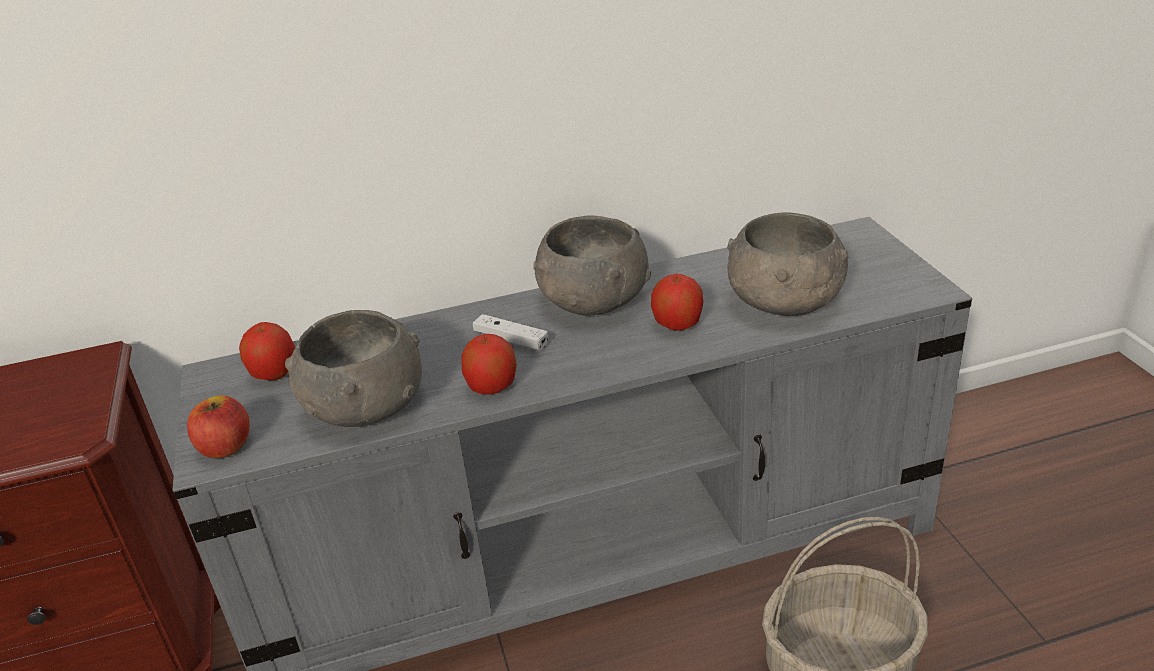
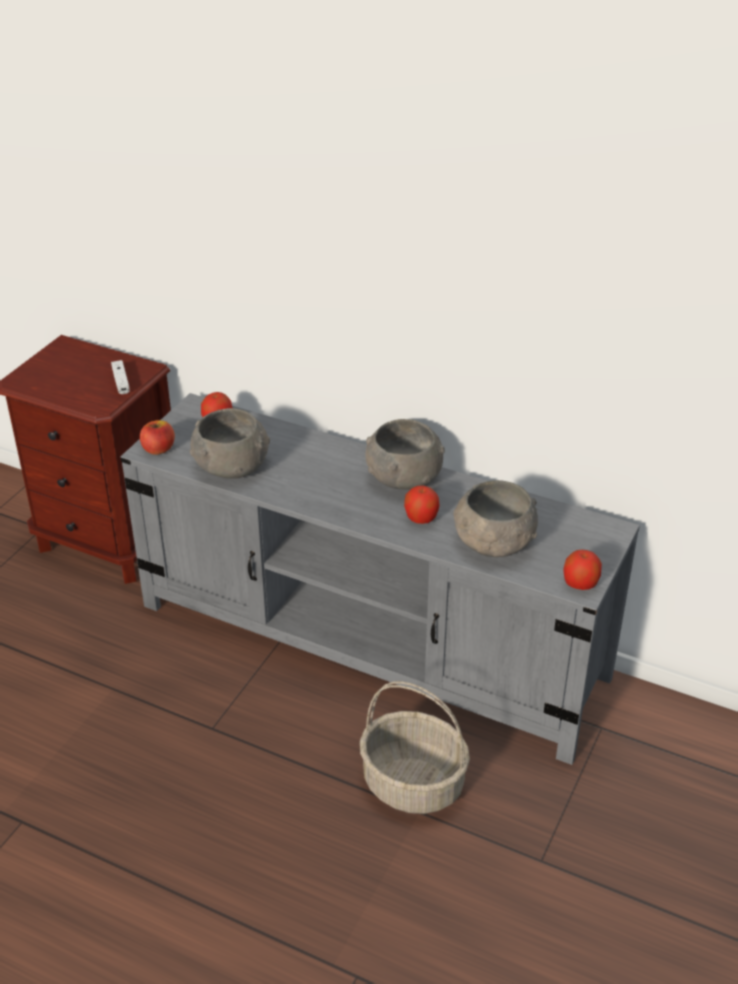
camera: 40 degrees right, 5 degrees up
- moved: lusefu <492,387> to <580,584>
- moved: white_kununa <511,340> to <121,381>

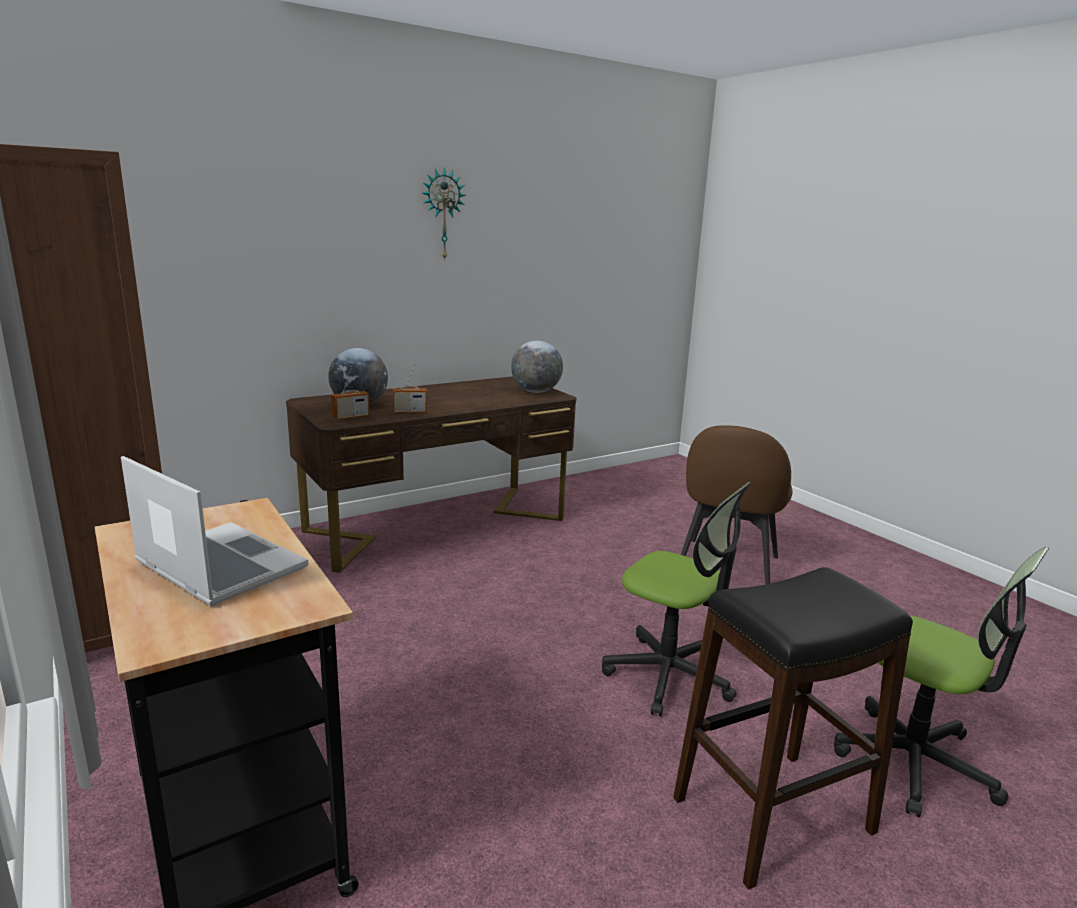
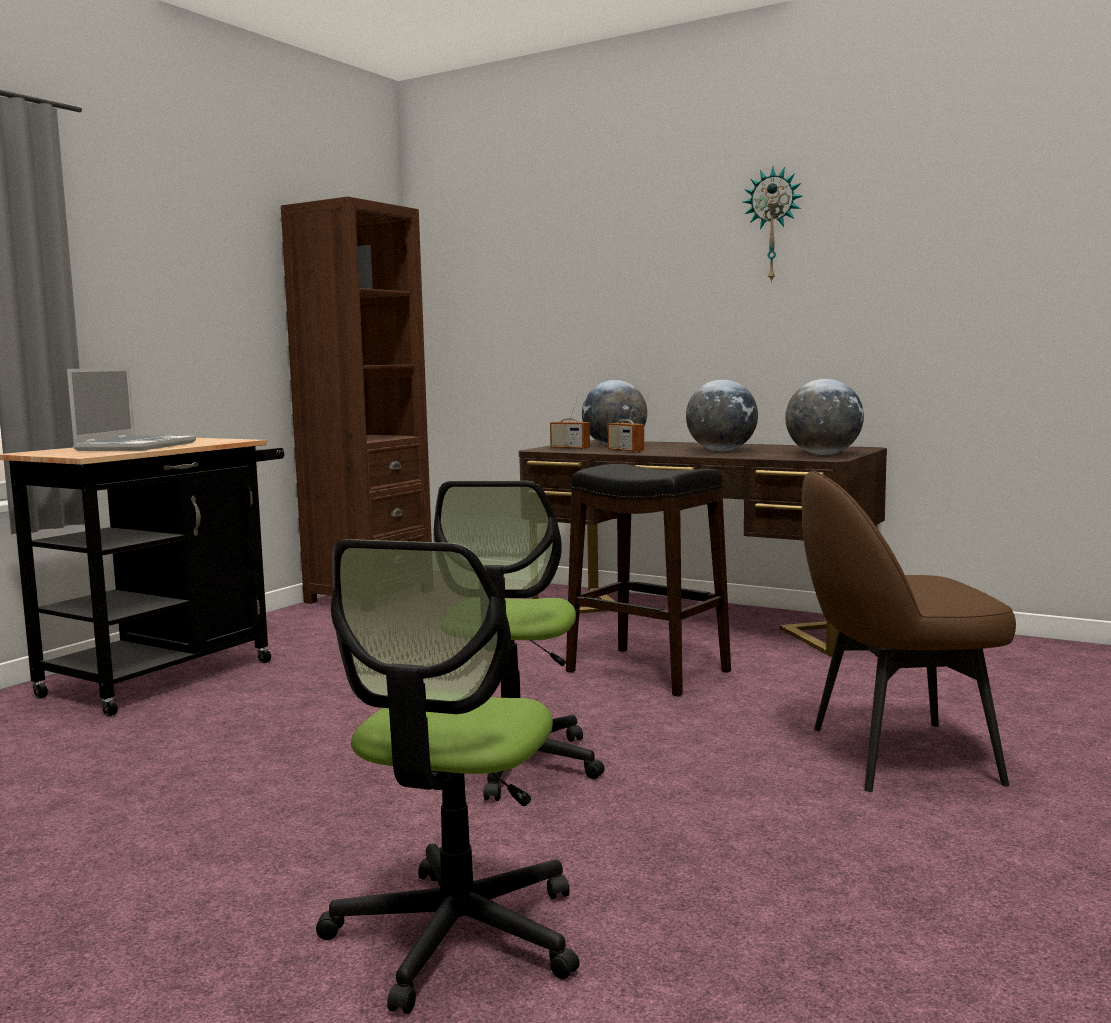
camera: 65 degrees right, 10 degrees down
- added: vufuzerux <721,451>
- moved: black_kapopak <772,816> to <647,671>

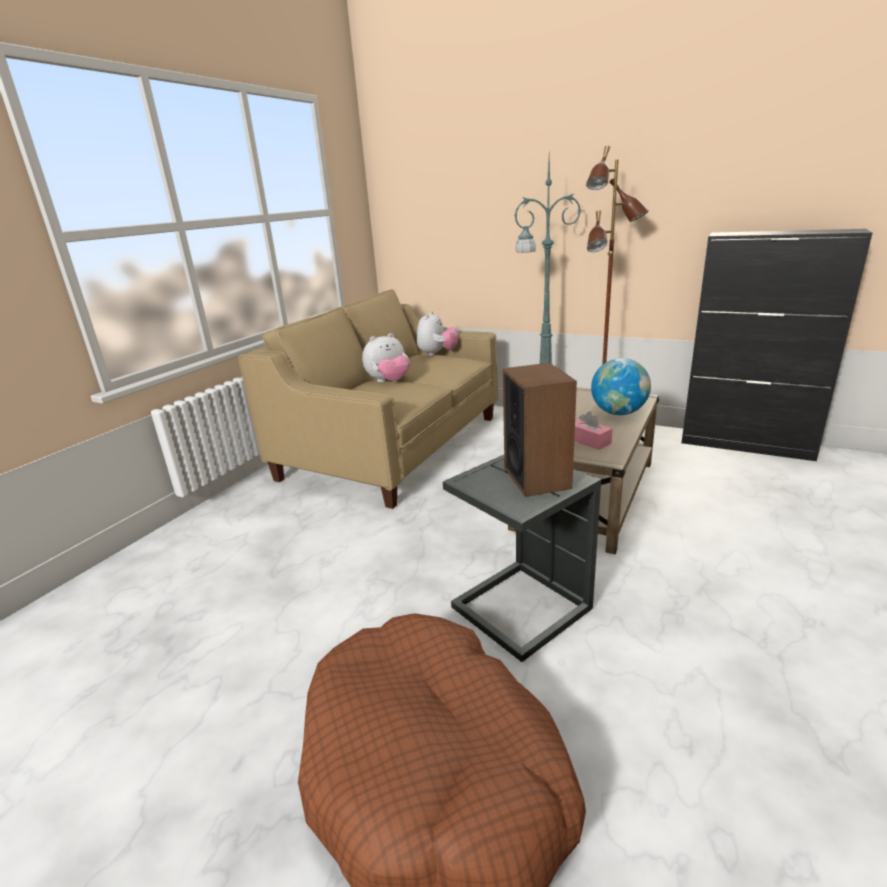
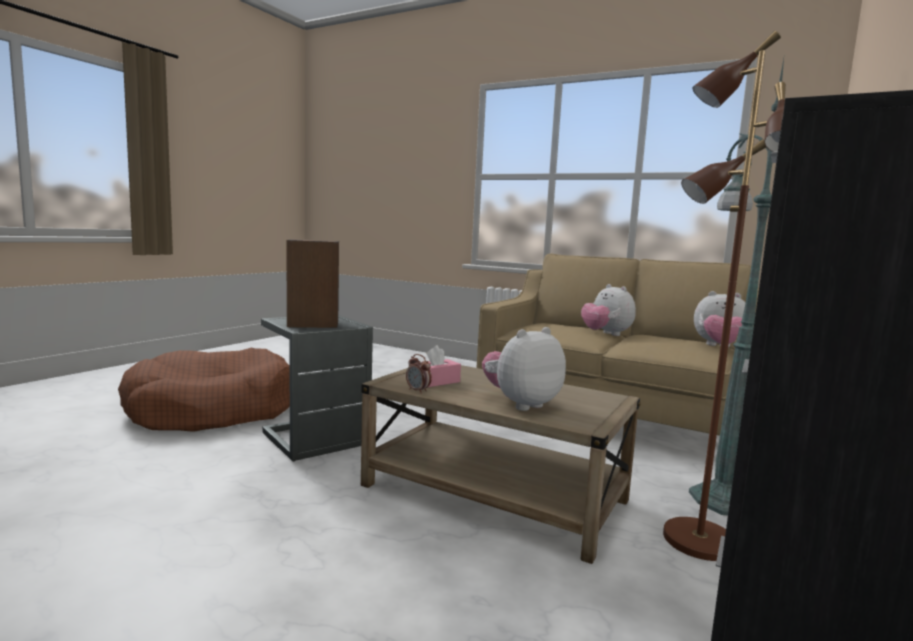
camera: 90 degrees right, 15 degrees down
- added: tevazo <418,391>
- replaced: vufuzerux <618,413> to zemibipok <521,404>

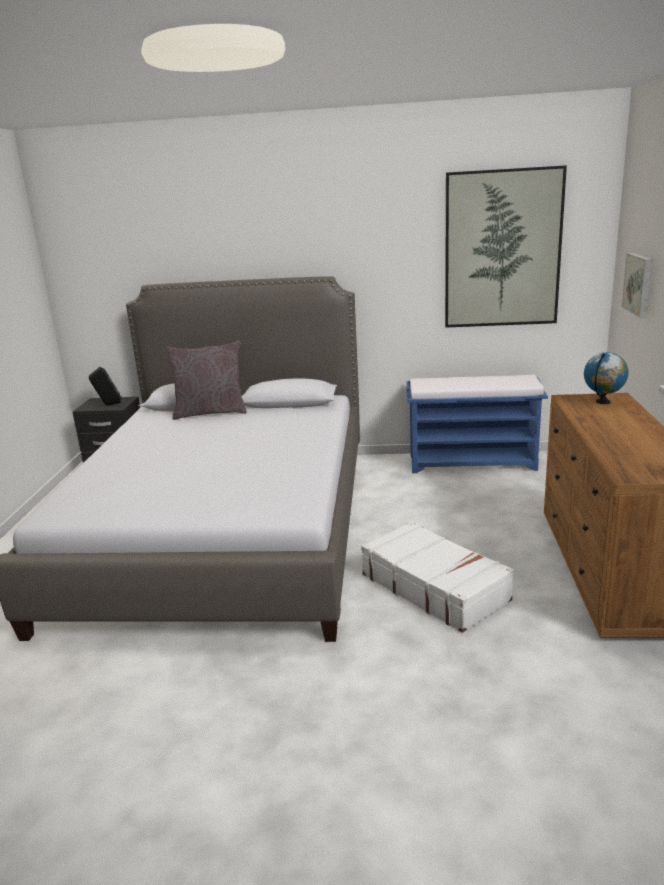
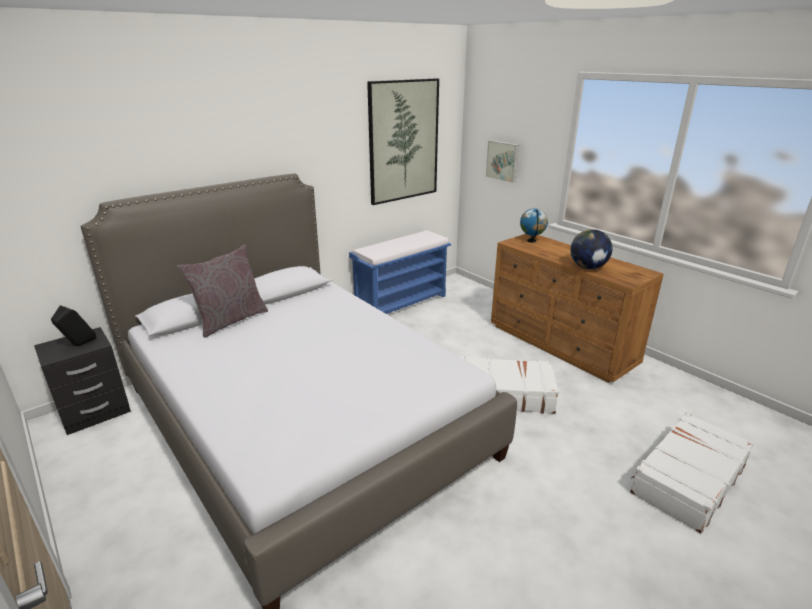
camera: 45 degrees left, 5 degrees up
- added: vufuzerux <588,267>
- added: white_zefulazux <687,479>

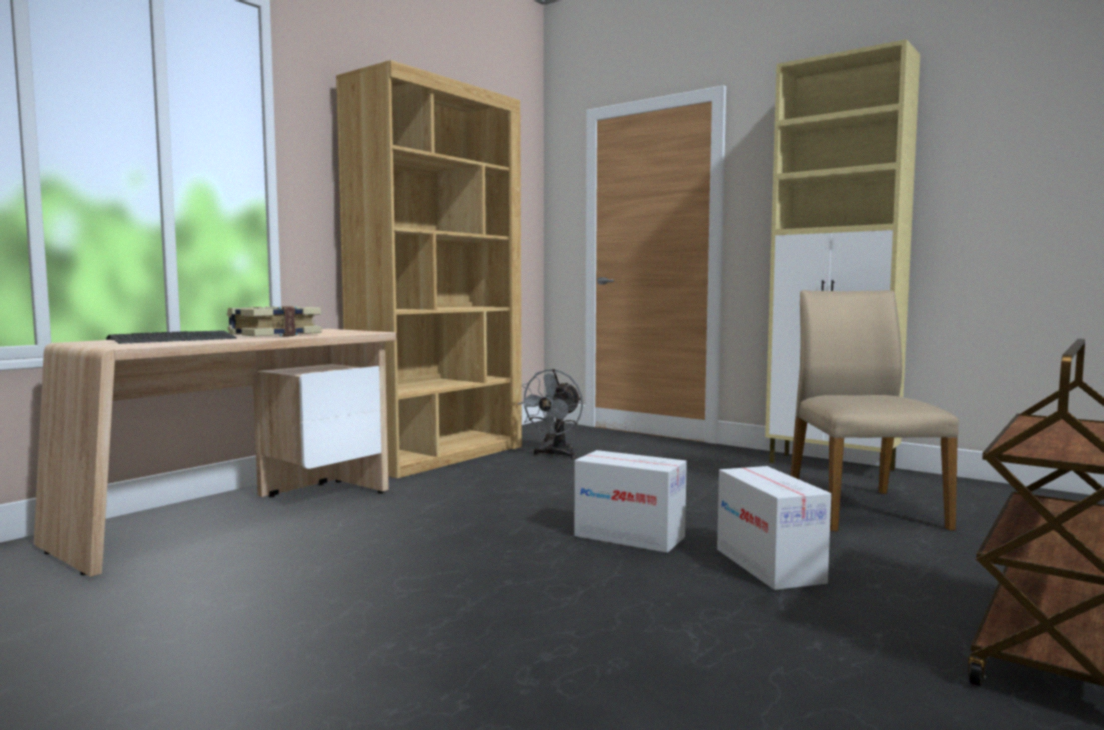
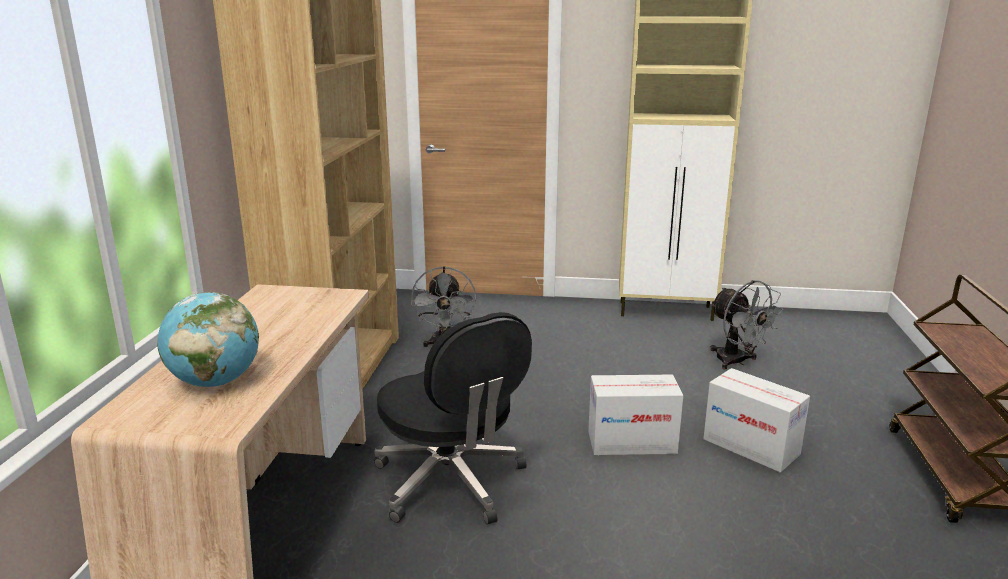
camera: 30 degrees left, 15 degrees up
- removed: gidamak <274,335>
- added: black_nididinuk <451,482>
- replaced: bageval <174,340> to vufuzerux <215,382>
- replaced: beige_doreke <861,509> to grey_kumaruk <736,362>

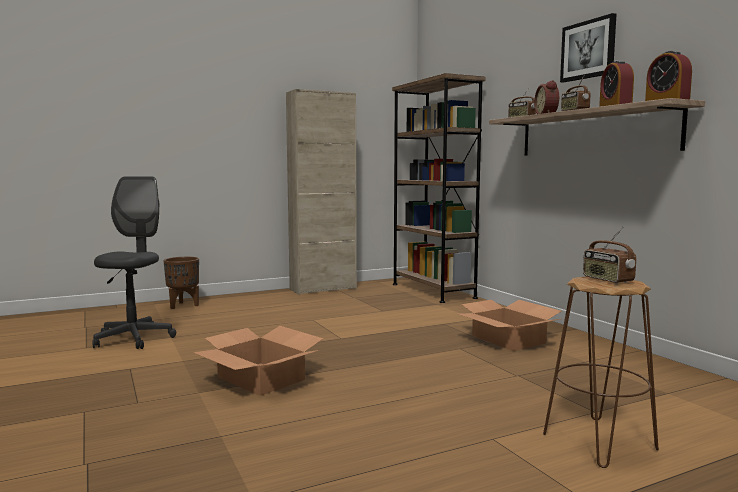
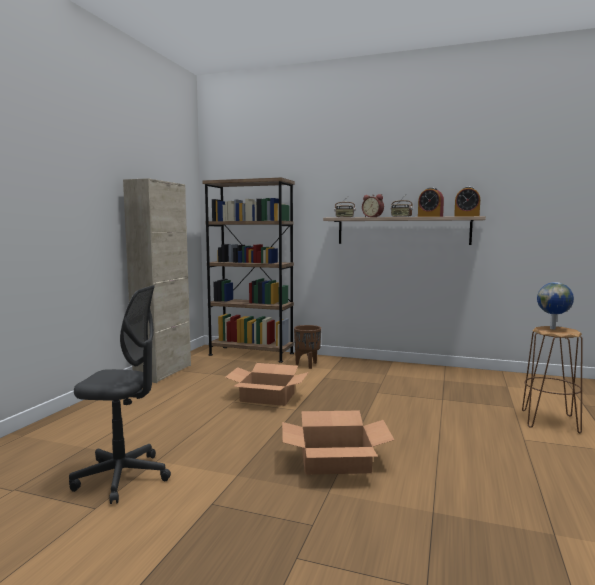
camera: 45 degrees left, 0 degrees up
- removed: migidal <588,50>
- moved: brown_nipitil <183,305> to <307,365>
- moved: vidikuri <508,339> to <267,397>
- replaced: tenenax <607,280> to vufuzerux <553,328>
- turned: grey_nididinuk <133,339> = <122,477> 135 degrees clockwise

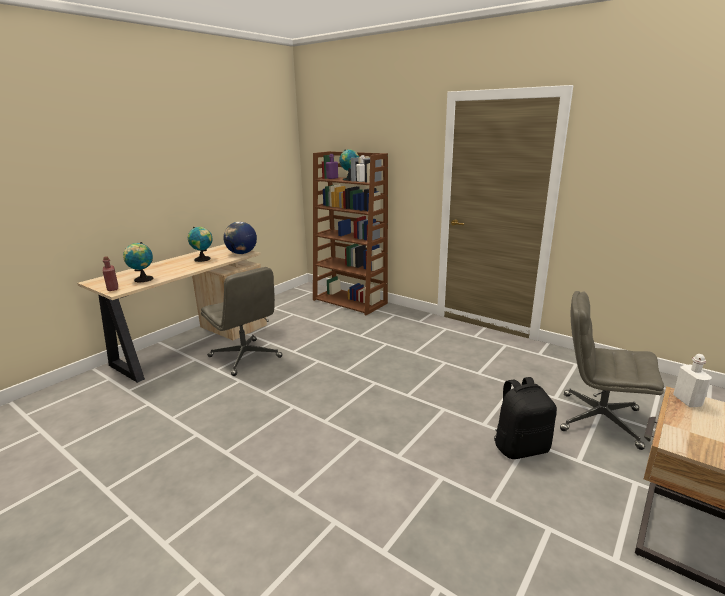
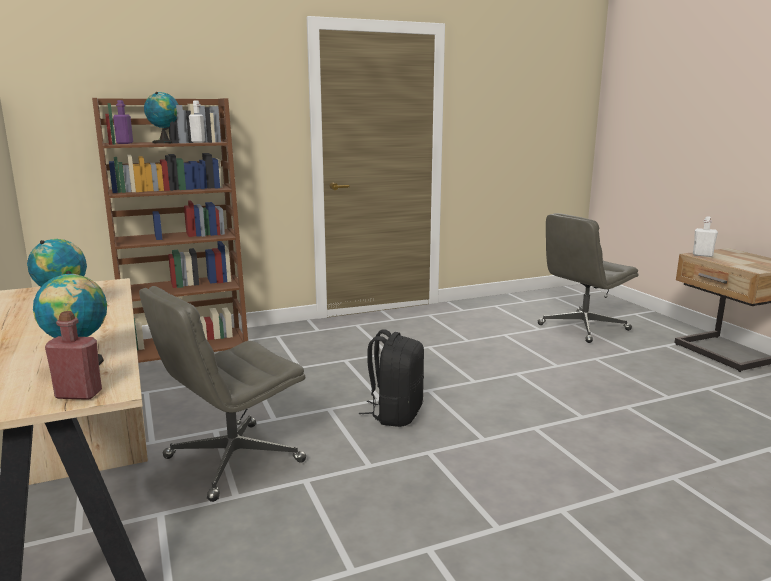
camera: 60 degrees left, 5 degrees down
- removed: vufuzerux <241,253>
- moved: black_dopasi <520,447> to <395,414>
- turned: grey_nididinuk <245,357> = <232,460> 150 degrees clockwise

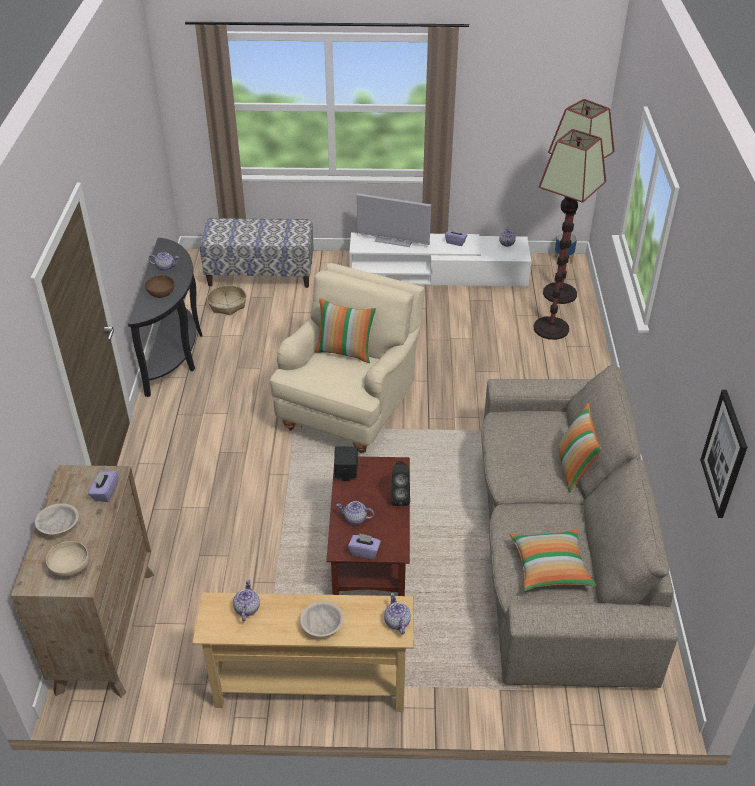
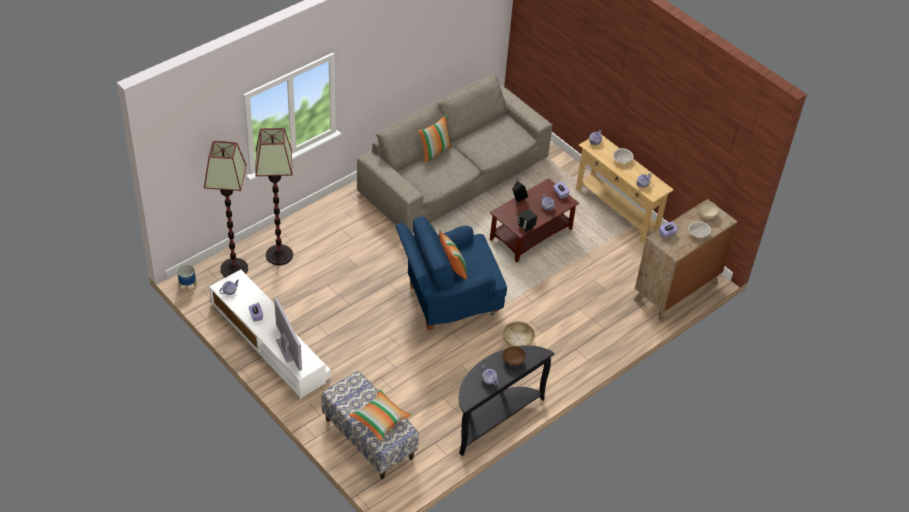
camera: 135 degrees left, 5 degrees up
- removed: migidal <724,454>
- moved: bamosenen <227,305> to <518,339>
- moved: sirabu <550,567> to <380,419>
- recoloured: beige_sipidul <350,408> to blue_sipidul <448,301>

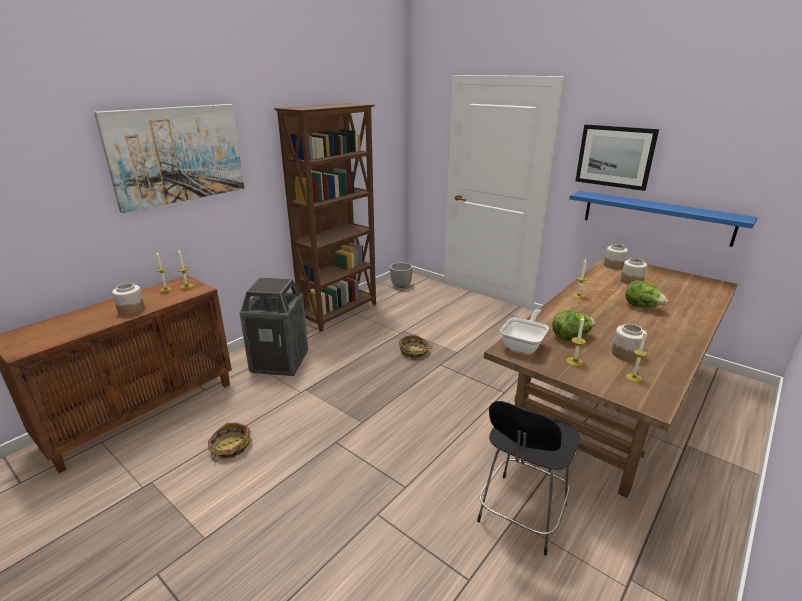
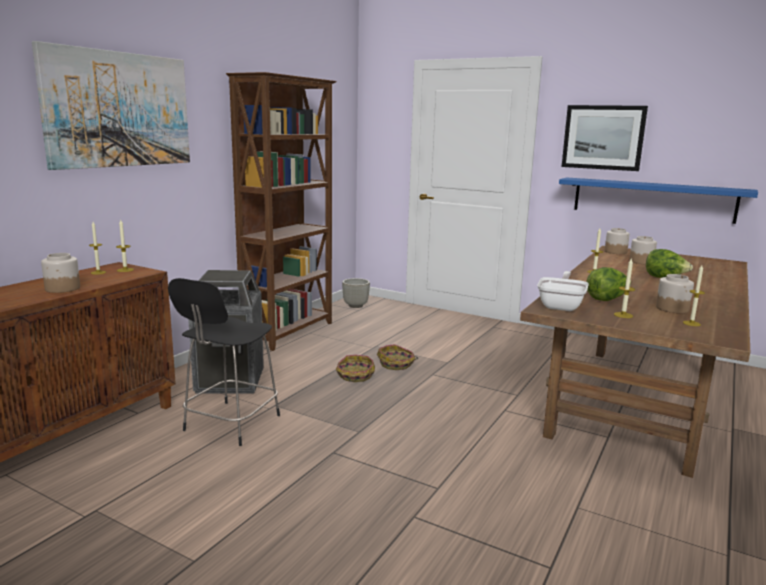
camera: 10 degrees left, 10 degrees down
- moved: bamosenen <230,447> to <355,376>
- moved: black_kapopak <521,515> to <230,424>

